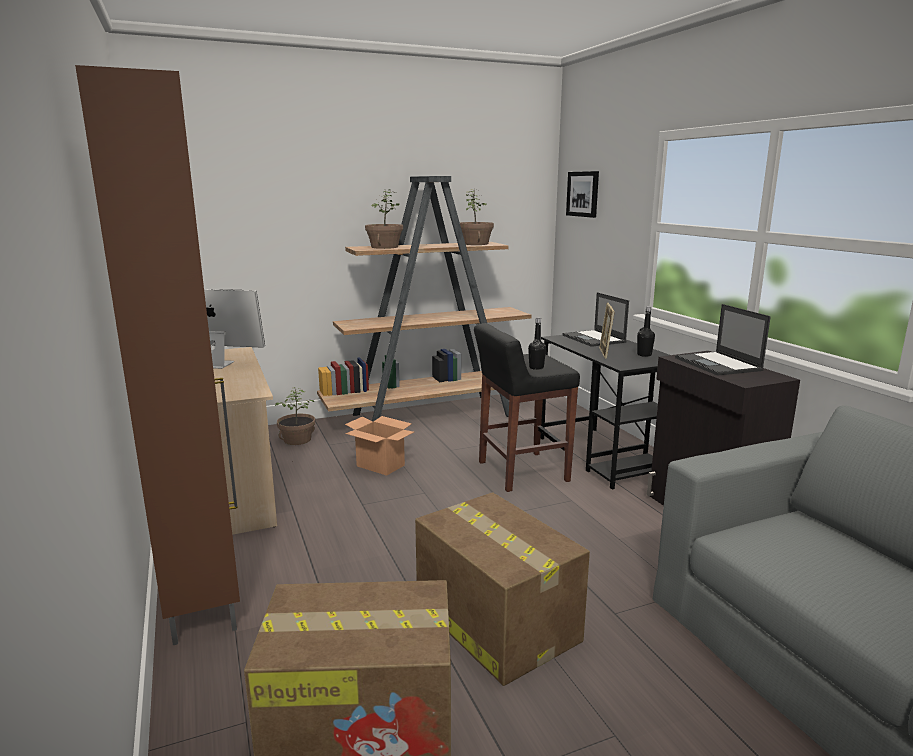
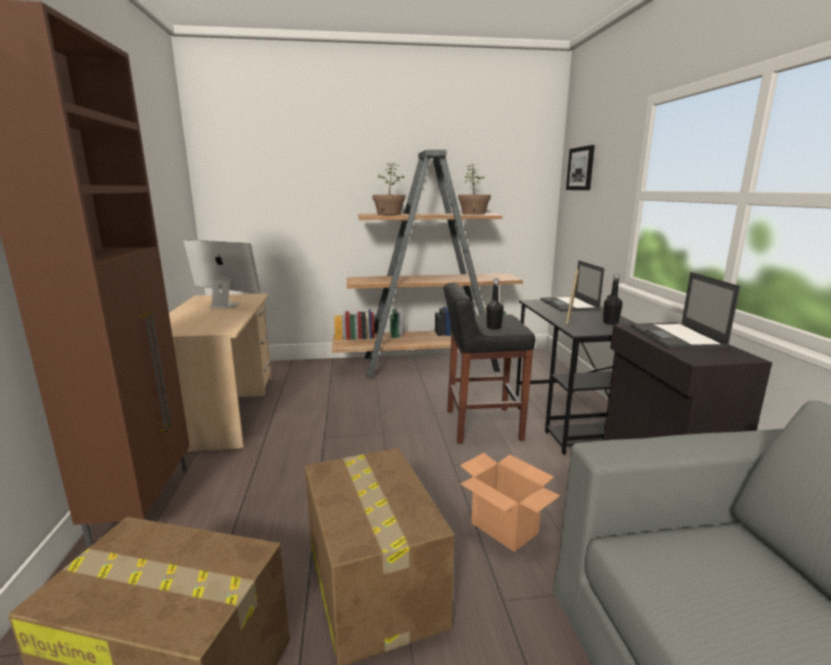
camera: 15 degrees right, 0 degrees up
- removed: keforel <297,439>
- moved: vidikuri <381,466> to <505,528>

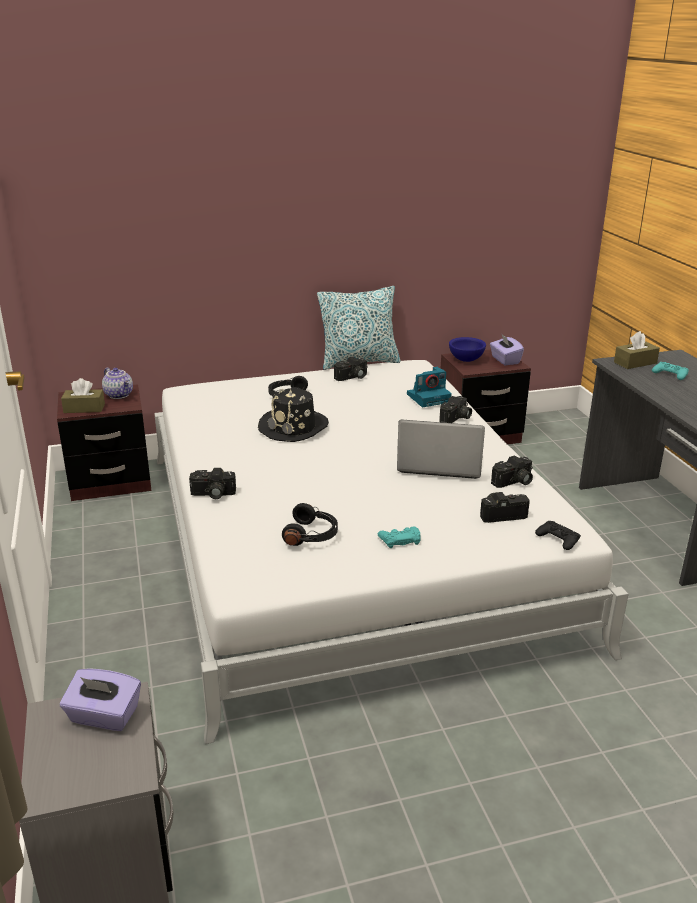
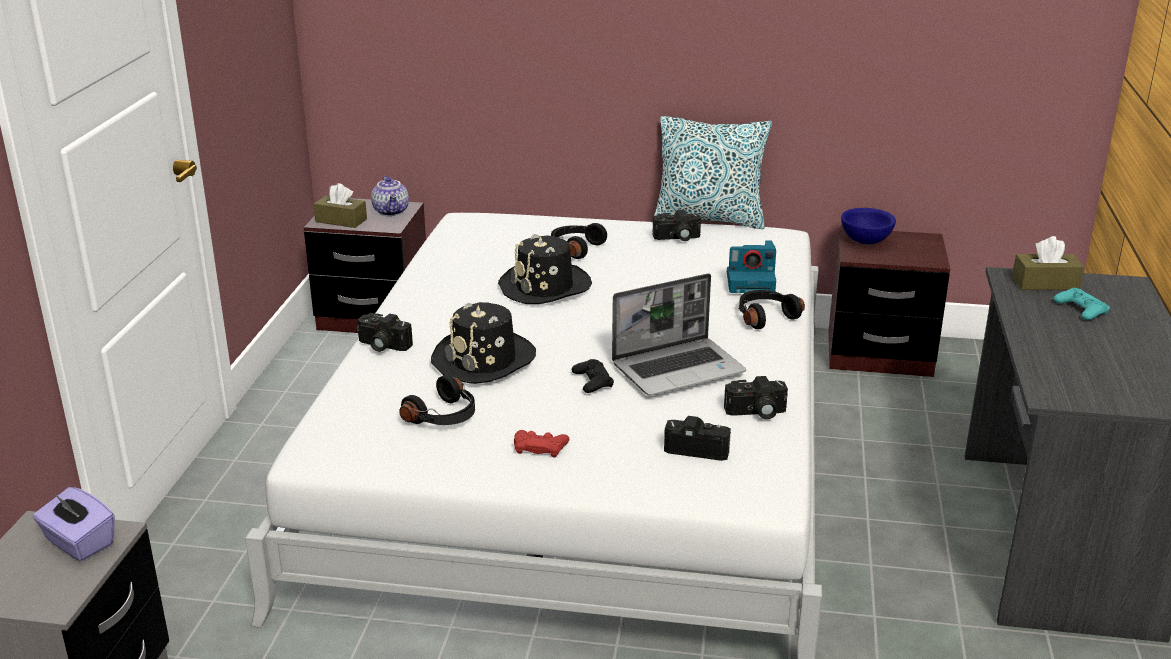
camera: 25 degrees right, 0 degrees up
- removed: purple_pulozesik <505,360>
- added: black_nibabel <484,360>
- moved: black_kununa <558,539> to <592,381>
- replaced: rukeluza <456,419> to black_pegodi <764,316>
- recoloured: turquoise_kununa <400,540> to red_kununa <540,447>
- turned: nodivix <438,464> = <679,368> 120 degrees clockwise

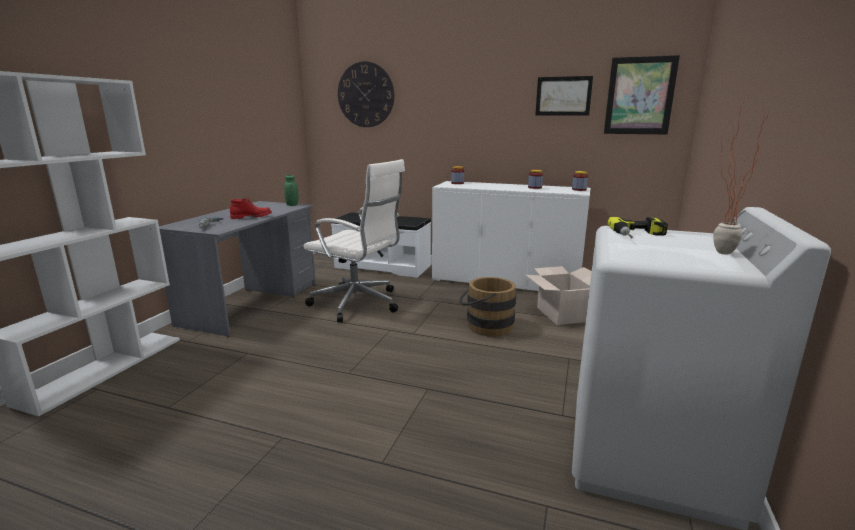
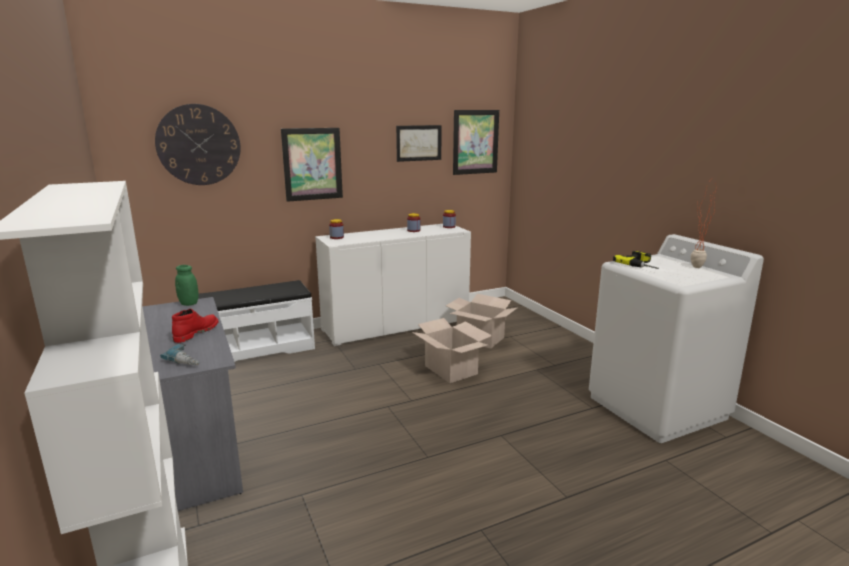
camera: 45 degrees left, 0 degrees up
- removed: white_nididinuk <358,304>
- added: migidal <312,164>
- replaced: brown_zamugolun <485,326> to vidikuri <450,370>

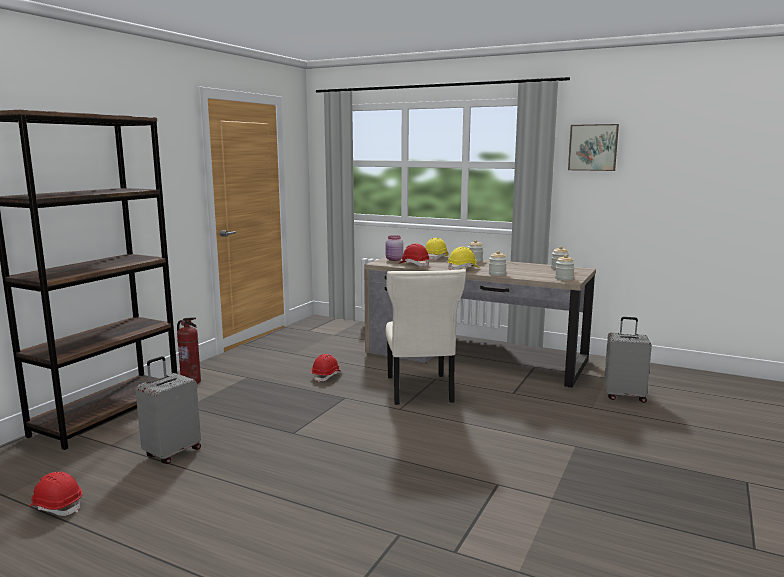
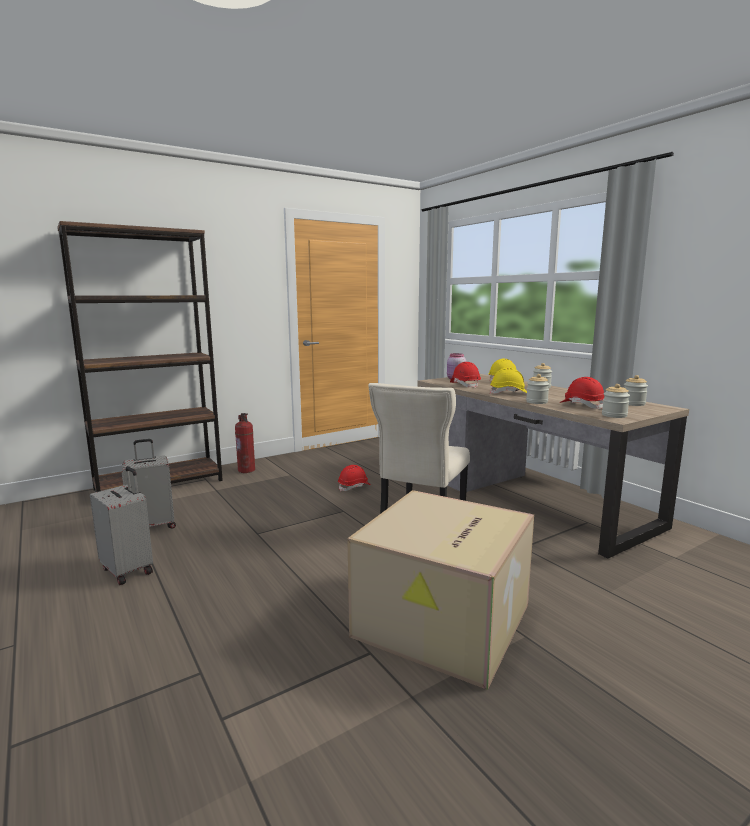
camera: 30 degrees right, 0 degrees up
- removed: migidal <593,147>
- added: vidikuri <444,622>
- moved: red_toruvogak <56,506> to <582,405>
- moved: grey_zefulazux <624,396> to <128,570>

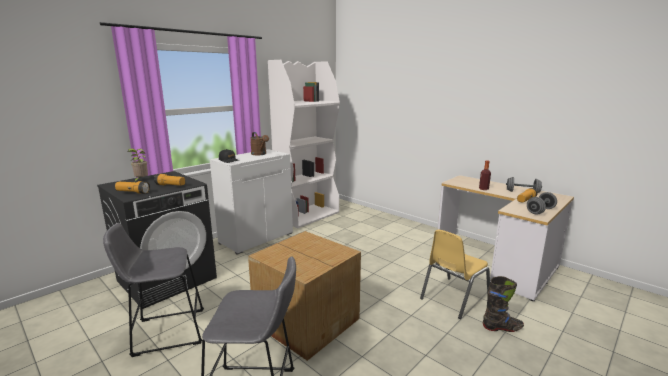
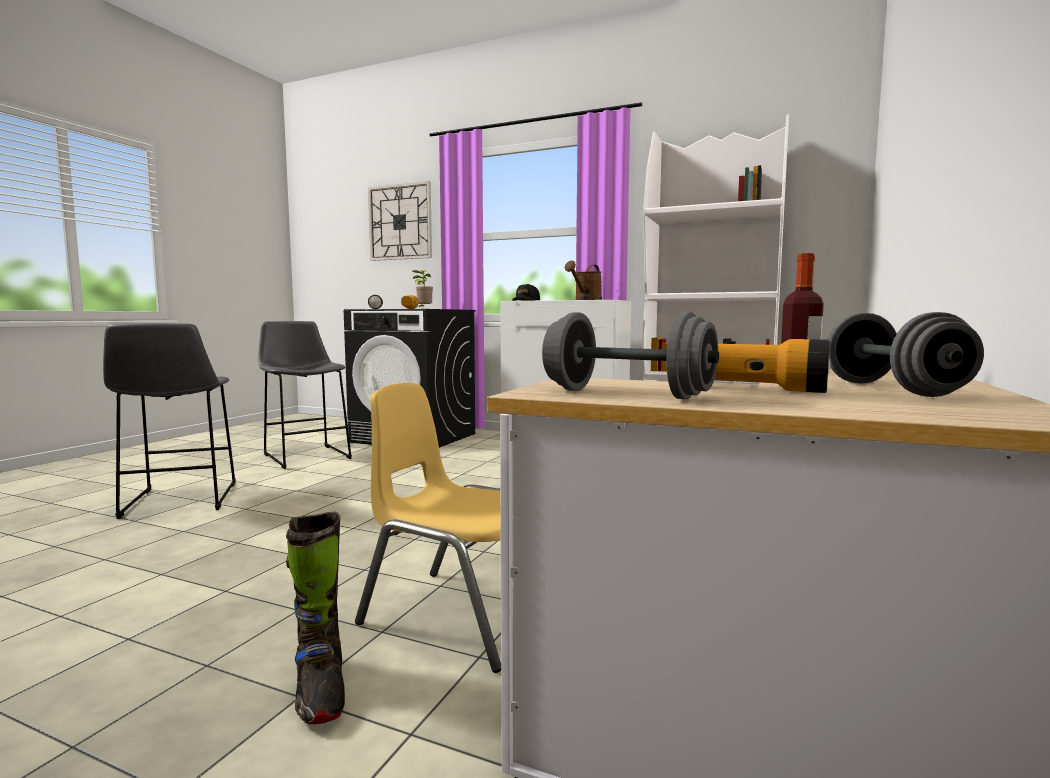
camera: 70 degrees right, 10 degrees down
- removed: vidikuri <306,320>
- added: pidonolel <400,222>

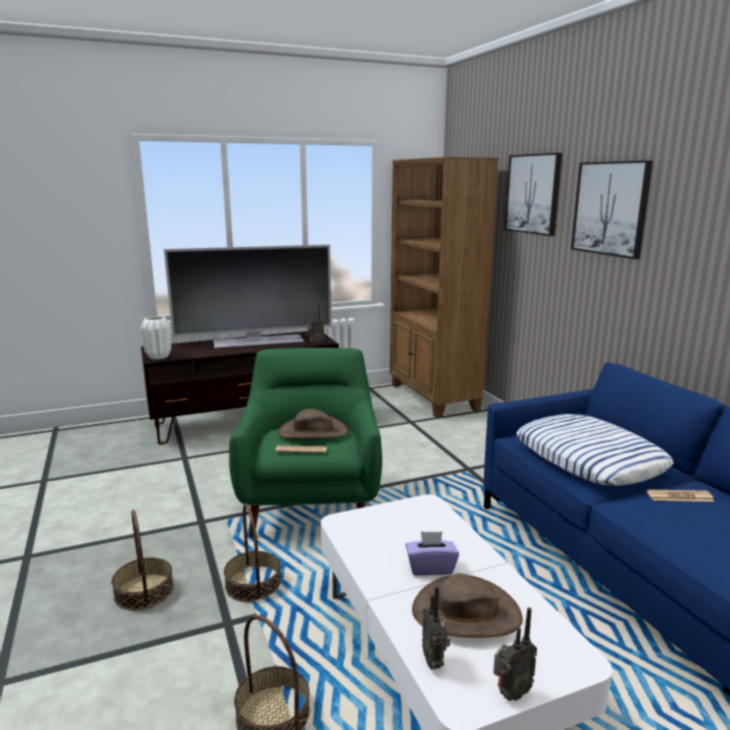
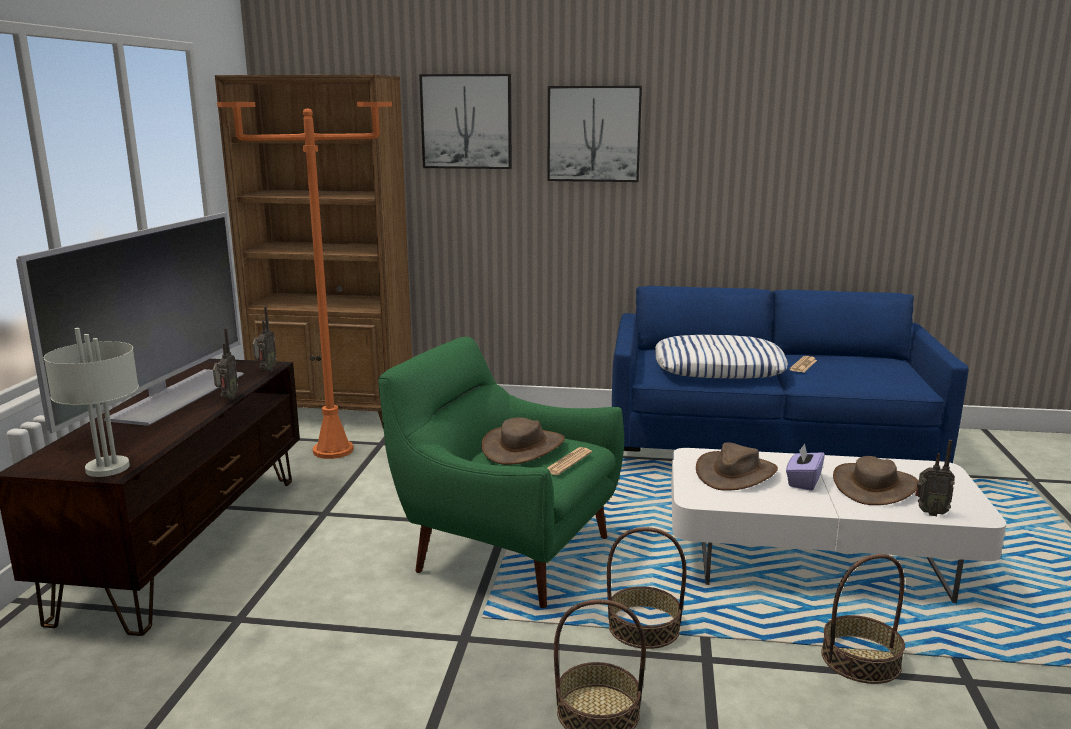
camera: 60 degrees left, 0 degrees up
- added: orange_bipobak <333,450>
- added: brown_nibabel <735,473>
- moved: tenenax <510,694> to <227,399>
- replaced: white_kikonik <159,357> to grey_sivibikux <107,468>

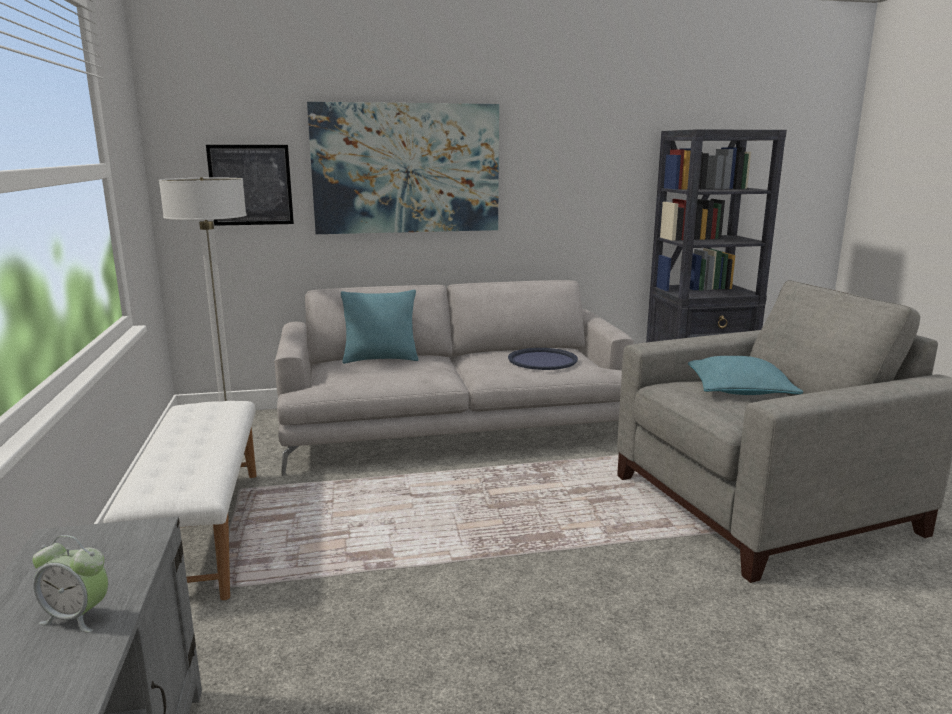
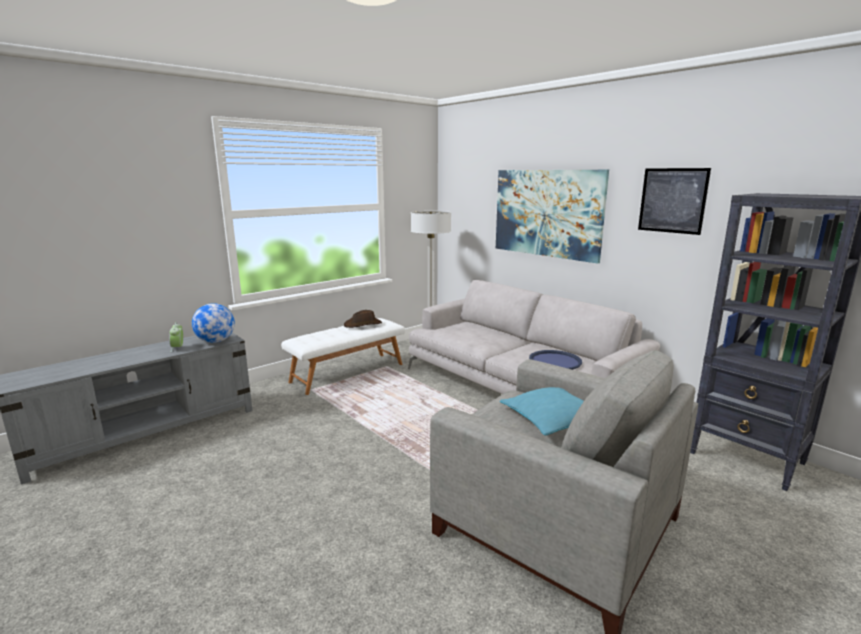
camera: 60 degrees right, 0 degrees up
- removed: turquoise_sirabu <380,359>
- added: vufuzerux <216,341>
- added: brown_nibabel <363,324>
- moved: migidal <251,185> to <672,200>

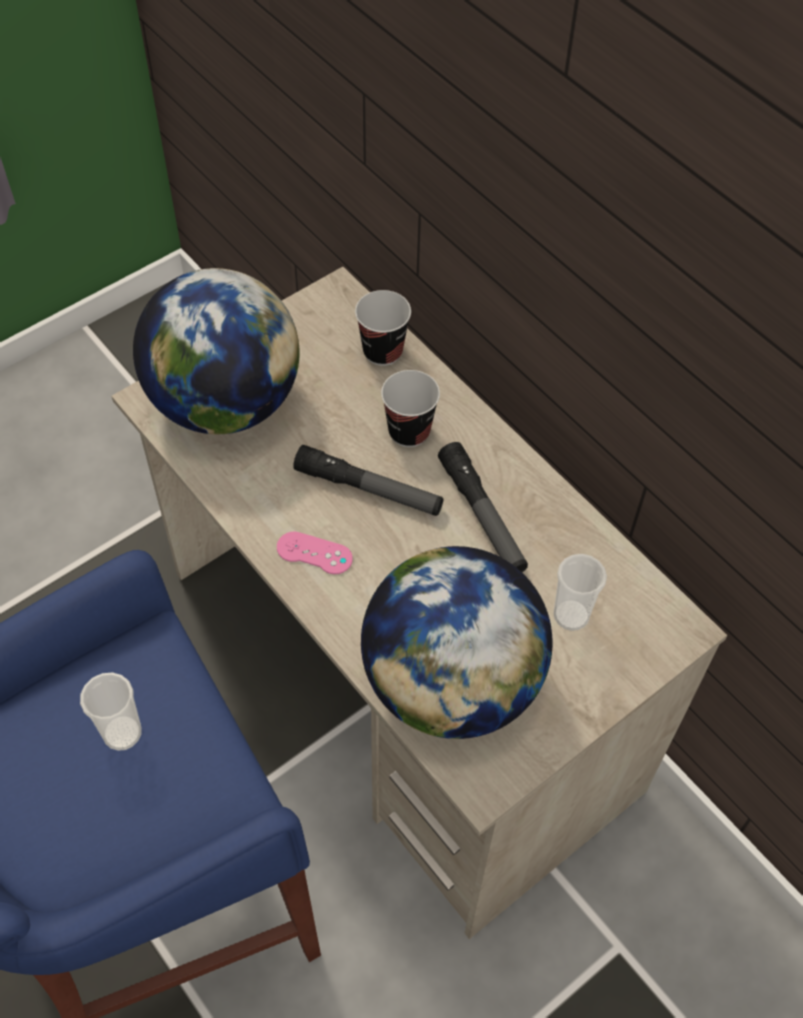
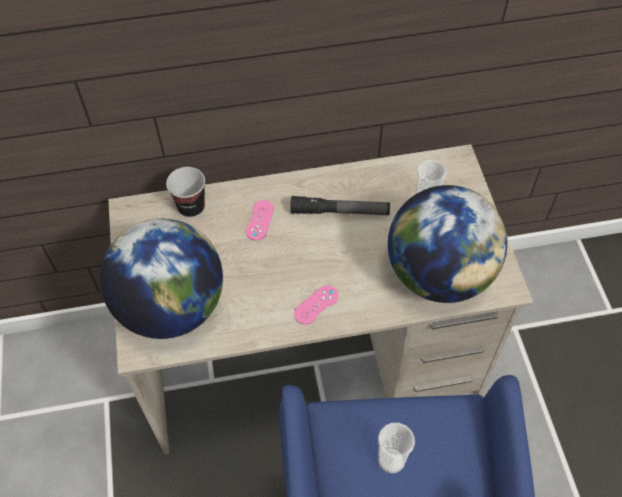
camera: 60 degrees left, 0 degrees up
- removed: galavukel <368,489>
- replaced: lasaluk <409,431> to pink_kununa <259,220>

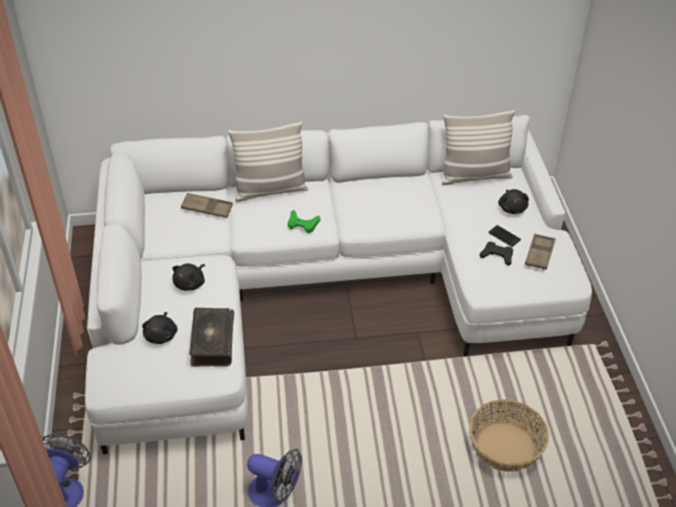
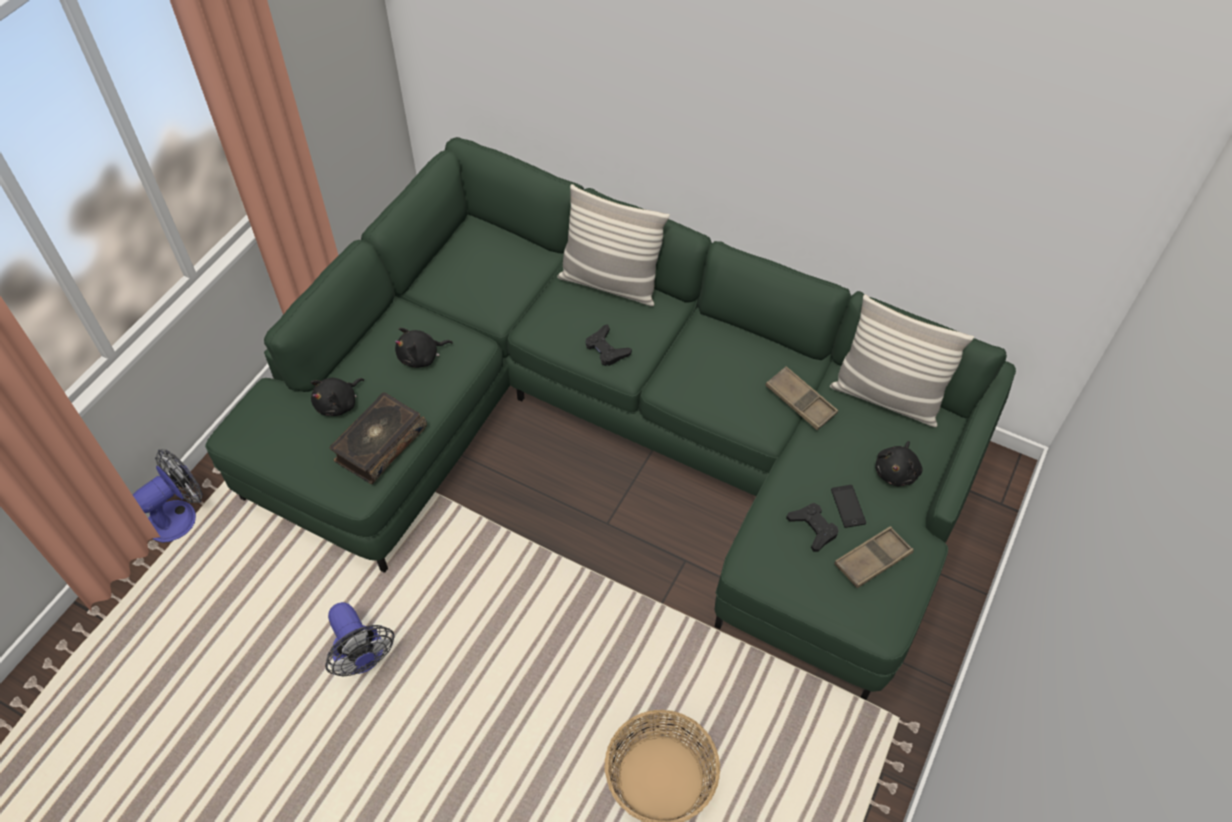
camera: 35 degrees right, 10 degrees up
- moved: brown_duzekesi <207,208> to <800,401>
- recoloured: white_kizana <317,287> to green_kizana <618,432>
- recoloured: green_kununa <302,224> to black_kununa <606,349>

